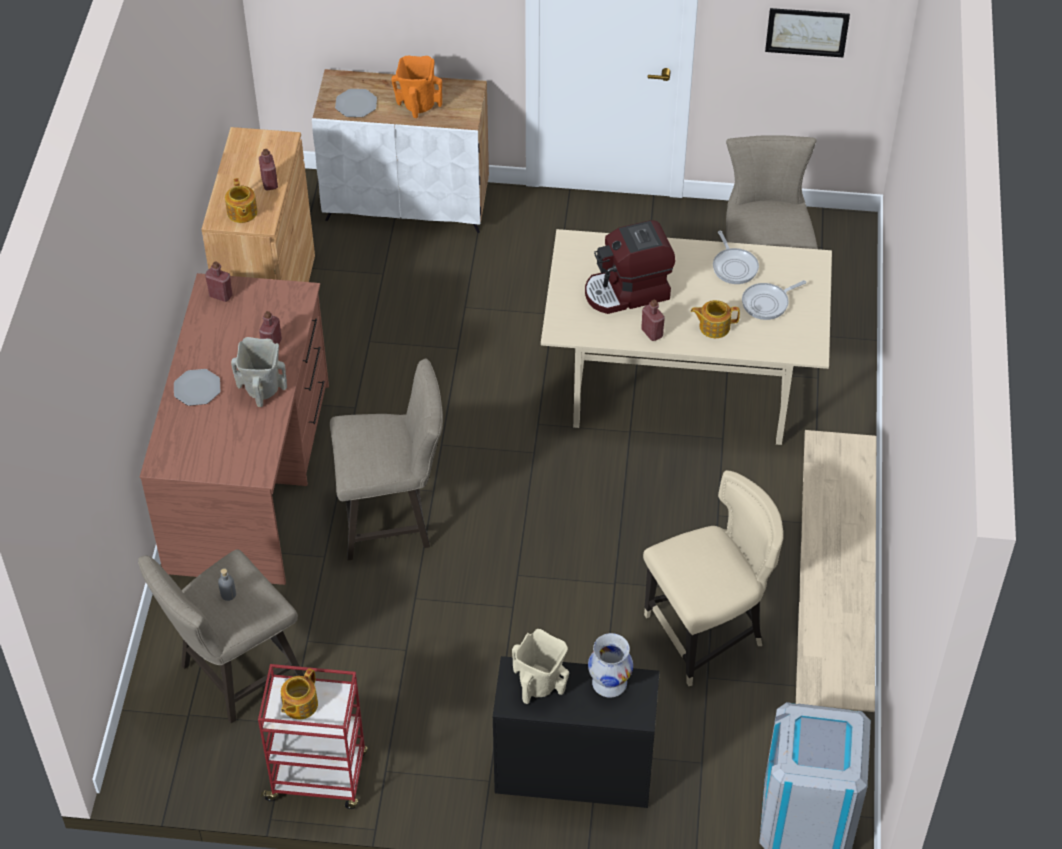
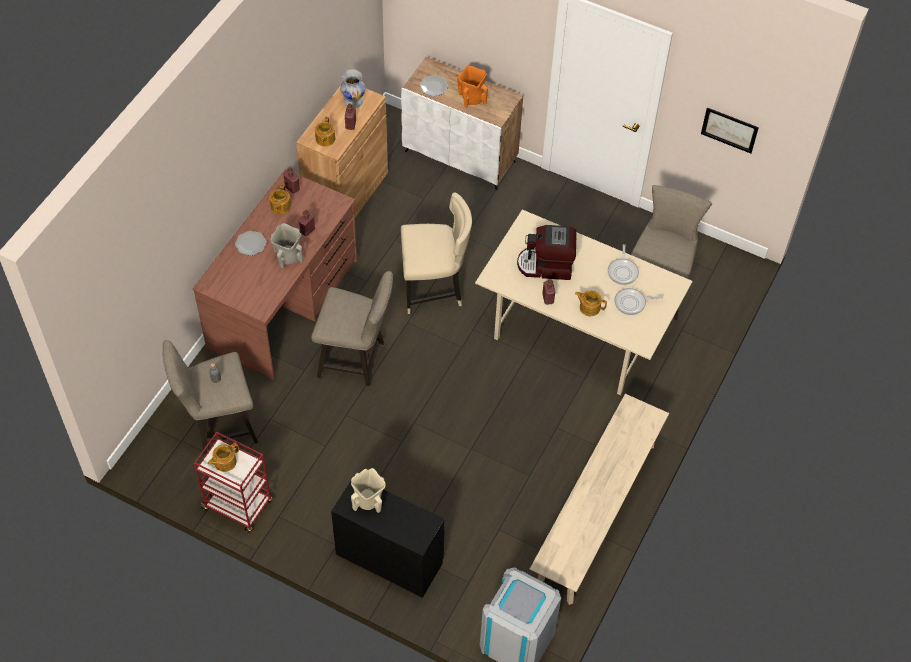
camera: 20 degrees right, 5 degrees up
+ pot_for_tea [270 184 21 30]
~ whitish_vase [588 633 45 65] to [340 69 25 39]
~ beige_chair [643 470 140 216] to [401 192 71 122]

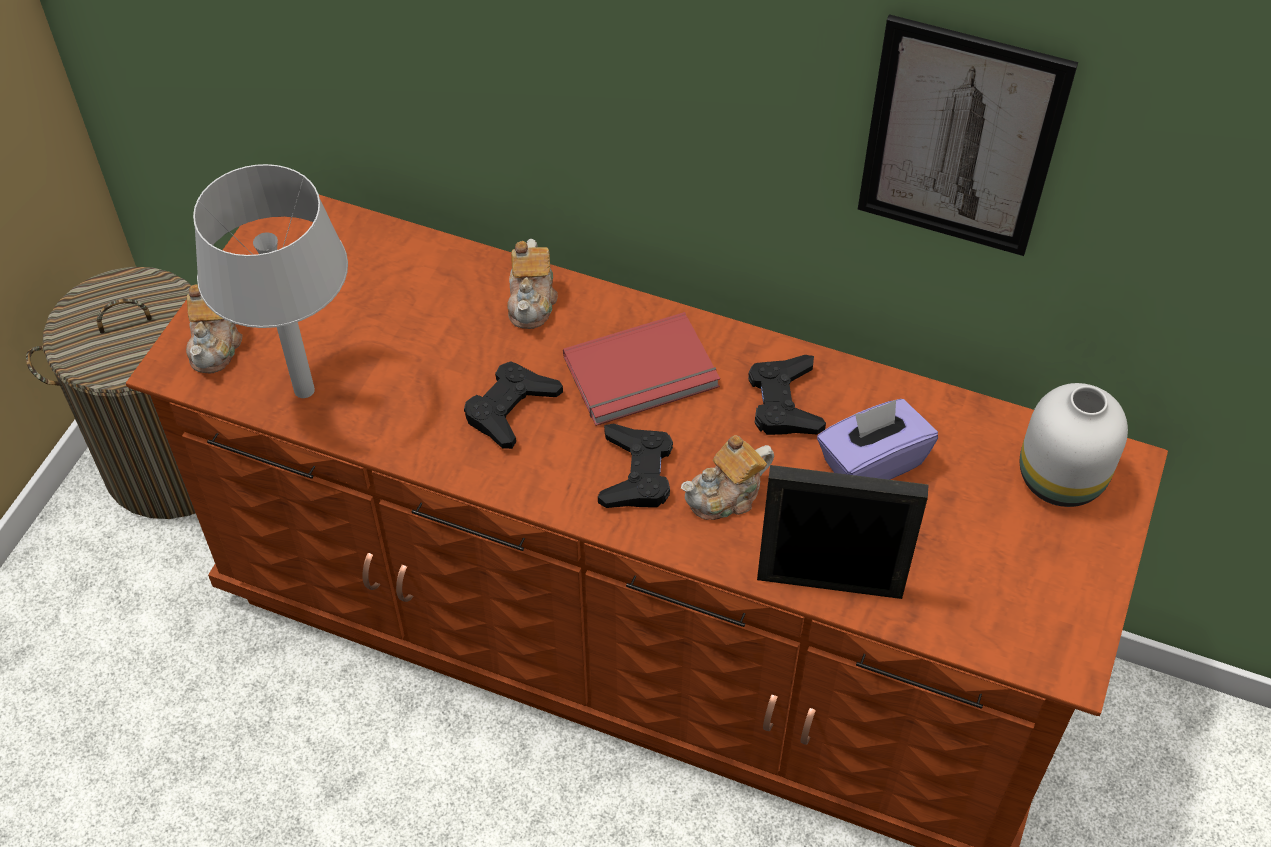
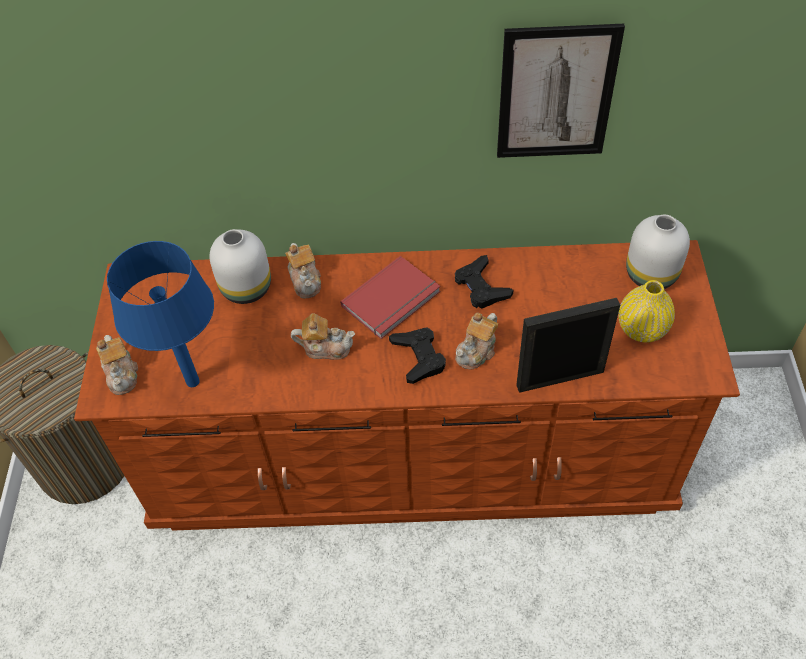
camera: 20 degrees left, 0 degrees up
- purple_tissue_box [817 399 121 81]
+ whitish_vase [210 229 61 75]
+ yellow-coloured_vase [618 280 57 63]
~ black_gamepad [464 361 99 88] to pot_for_tea [291 313 64 47]
~ greyish_table_lamp [193 164 155 234] to blue_table_lamp [107 241 107 146]

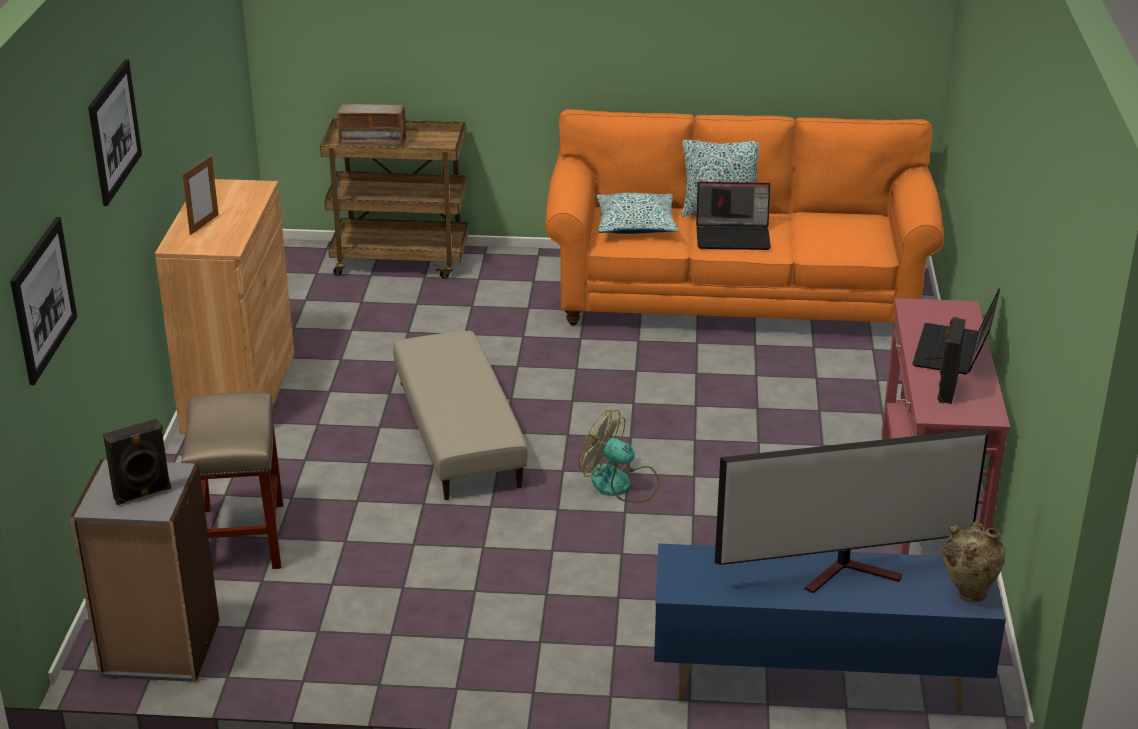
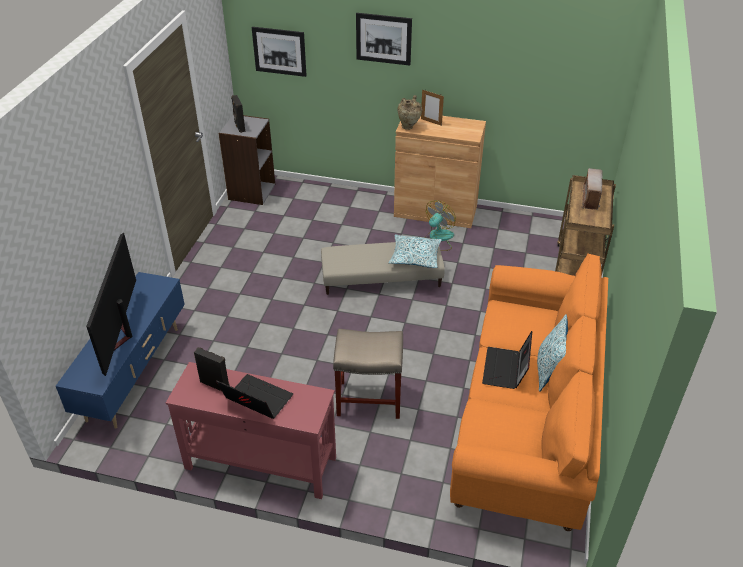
camera: 100 degrees right, 10 degrees up
~ beige_stool [181 392 102 177] to [333 329 70 90]
~ cooling_fan [578 410 82 93] to [425 200 31 51]
~ pillow [596 193 82 41] to [389 235 53 33]
~ beige_vase [942 521 63 81] to [398 95 24 35]

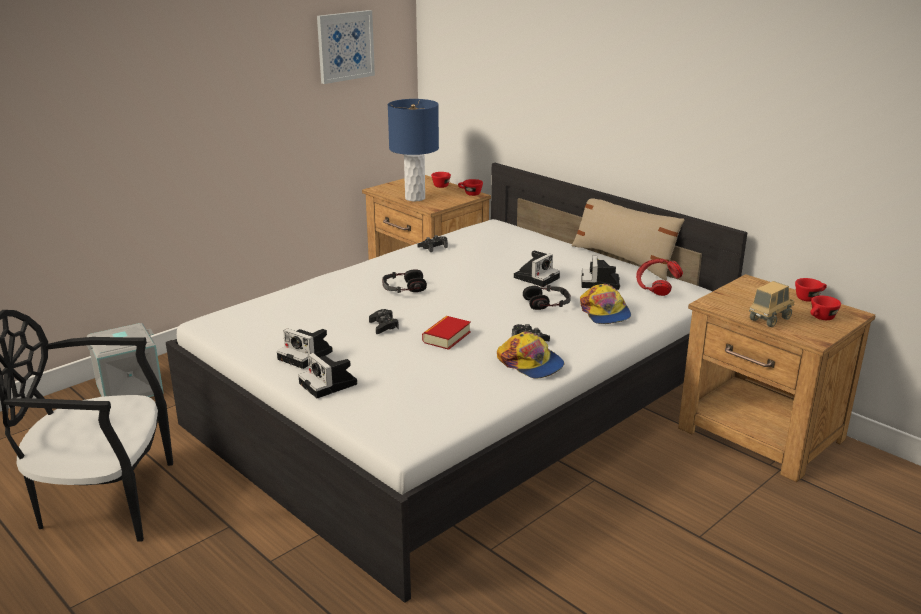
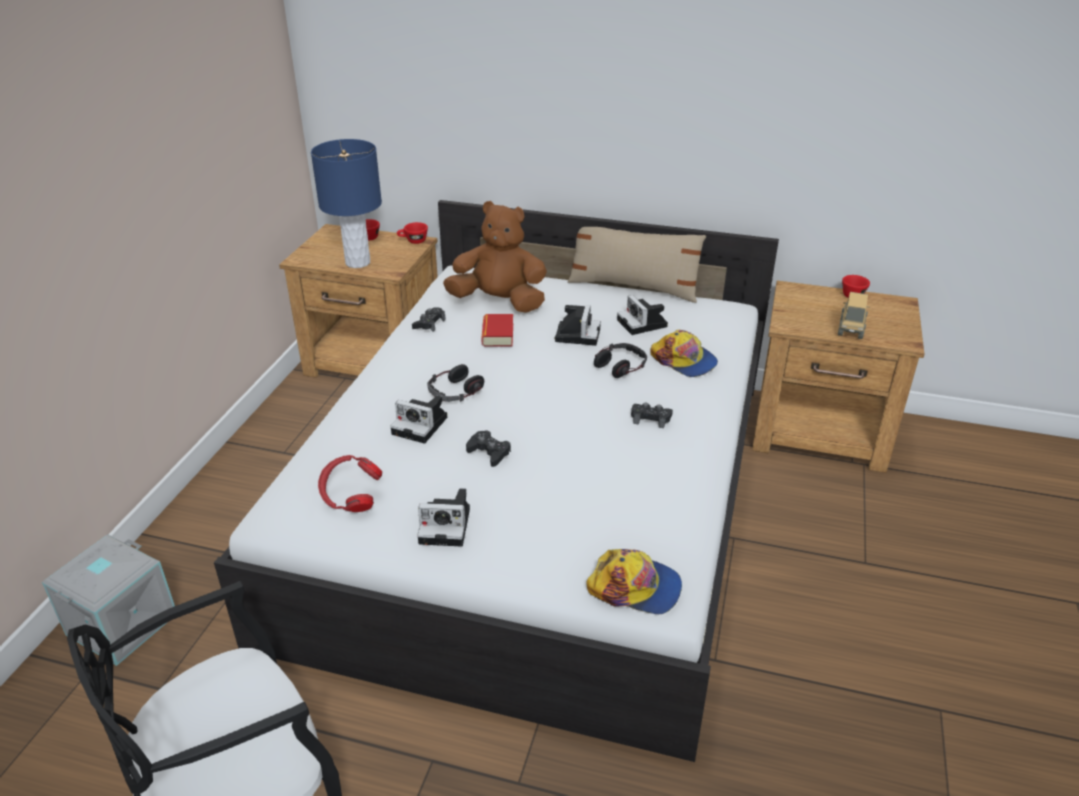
camera: 30 degrees left, 10 degrees up
- wall_art [317 10 58 74]
- red-coloured_cup [810 296 31 24]
+ brown_plush_toy [443 201 104 112]
~ still_camera [298 353 59 45] to [390 396 57 48]
~ book [422 316 49 34] to [481 314 32 32]
~ cap [497 331 68 48] to [586 549 96 65]
~ red-coloured_headphones [636 259 47 37] to [318 455 64 57]

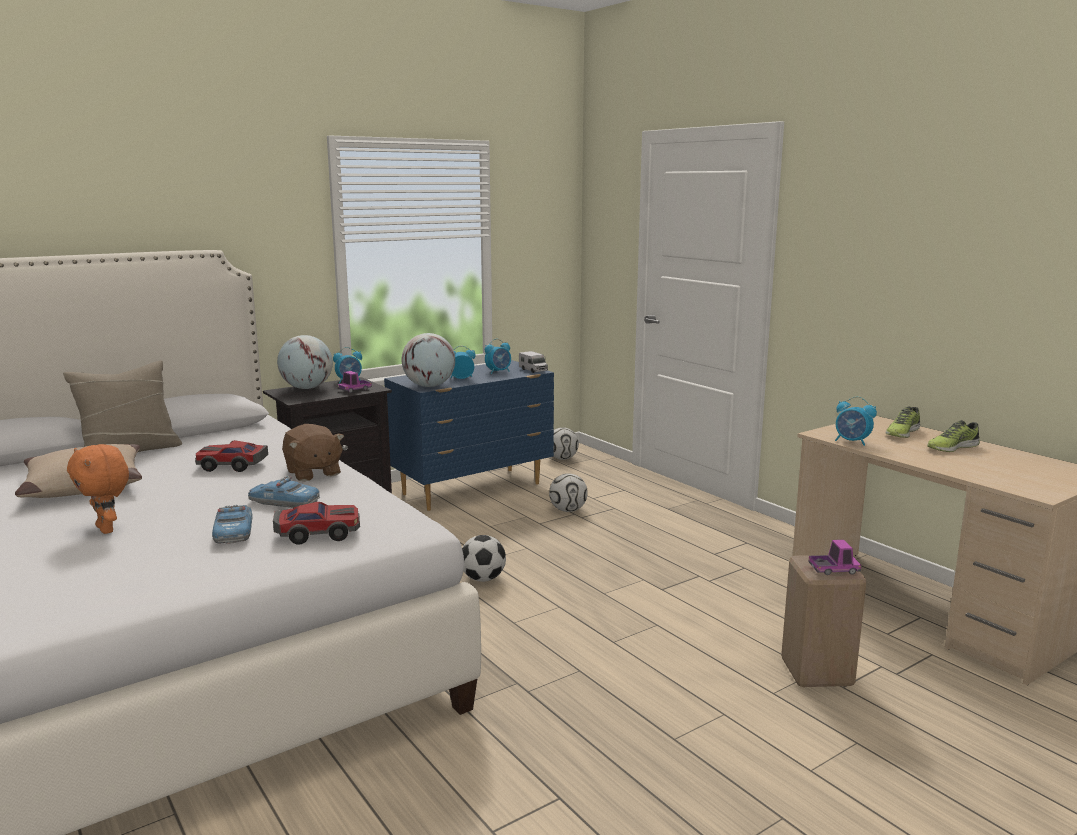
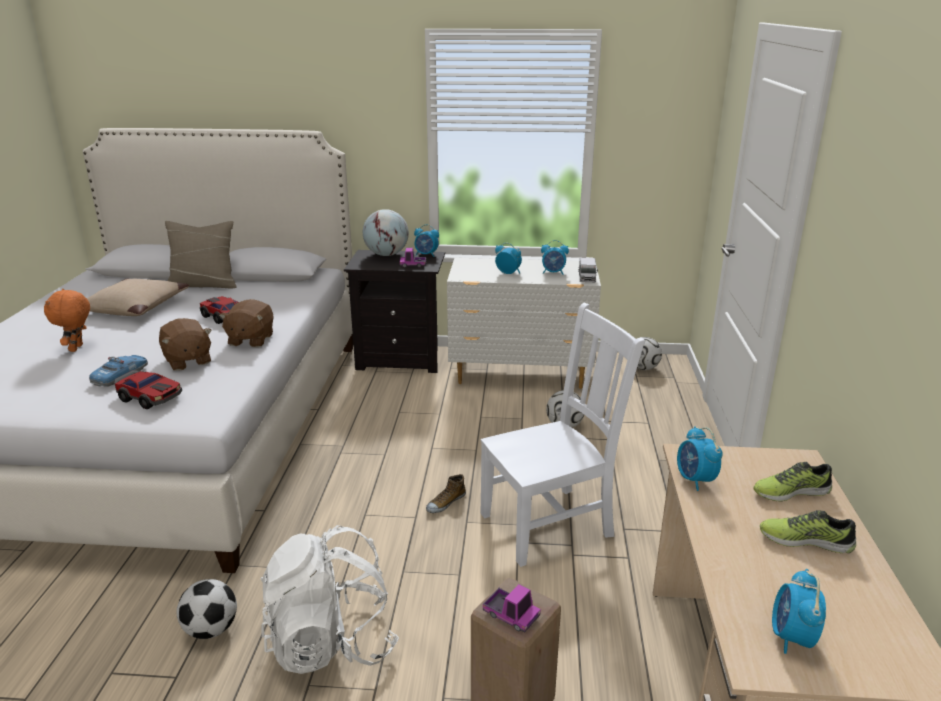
camera: 40 degrees right, 10 degrees up
- desk_globe [402 333 53 54]
+ whitish_rucksack [260 525 139 149]
+ shoe [426 474 40 39]
+ whitish_chair [480 303 165 264]
+ table_clock [772 569 54 85]
~ ball_for_football [462 535 44 47] to [177 579 60 60]
~ model_car [248 476 72 32] to brown_plush_toy [159 318 53 53]
~ blue_chest_of_drawers [384 360 170 151] to whitish_chest_of_drawers [447 258 154 131]

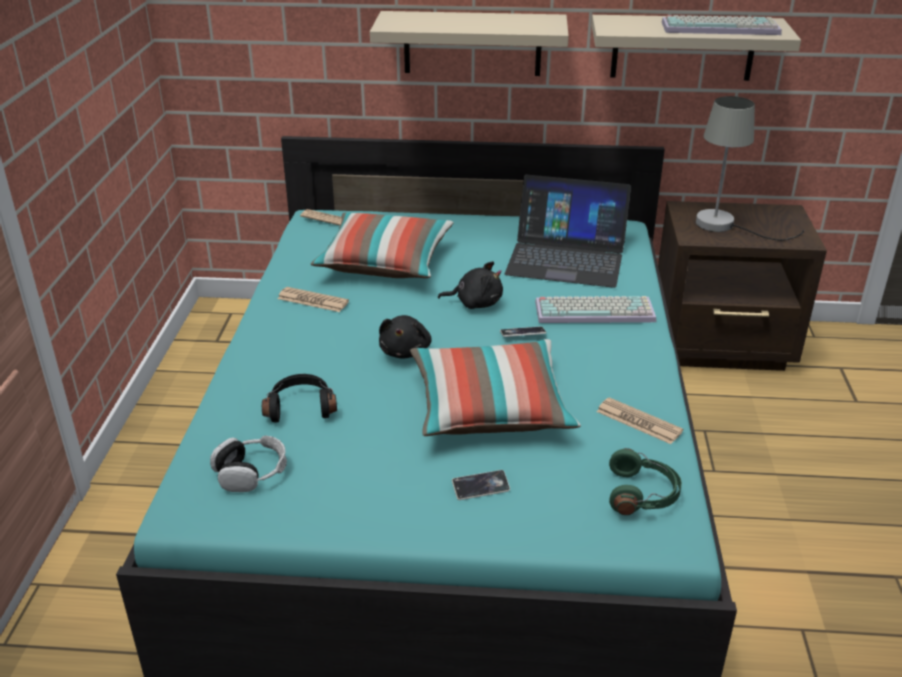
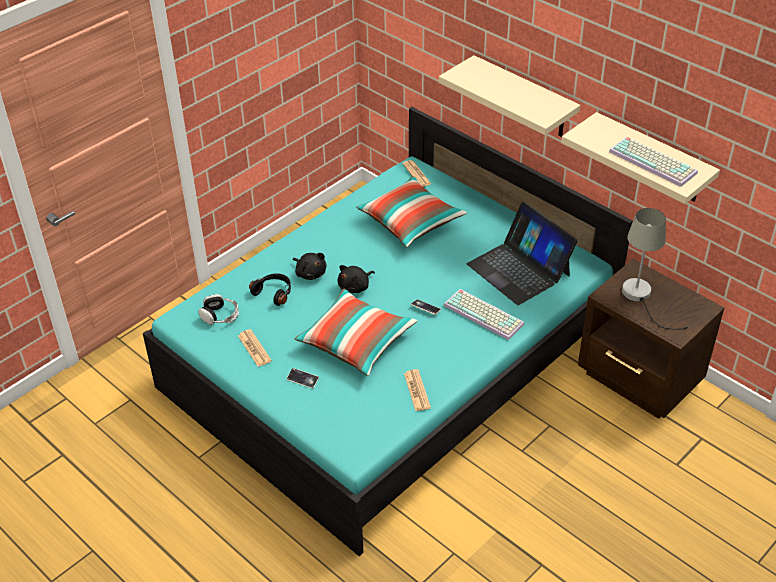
camera: 40 degrees right, 10 degrees up
- greenish_headphones [609 448 73 67]
~ newspaper [278 287 71 25] to [238 329 34 38]
~ black_plush_toy [438 261 65 48] to [293 253 33 27]

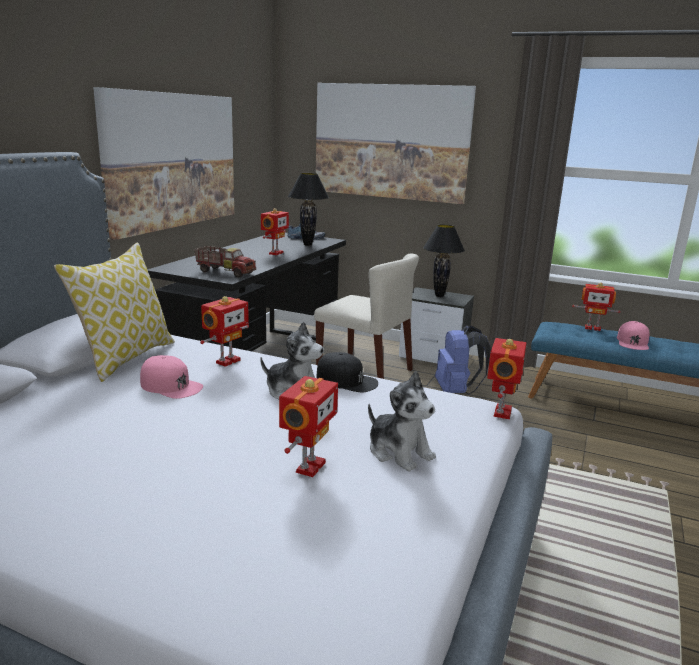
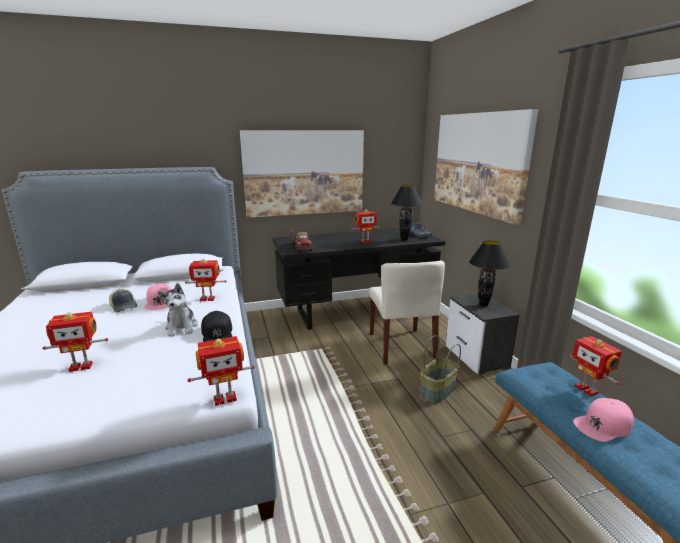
camera: 50 degrees right, 0 degrees up
- pillow [54 243 121 139]
- plush_toy [368 371 68 101]
+ cap [109 289 28 24]
~ blue_rucksack [435 326 56 69] to storage_basket [420 335 41 69]

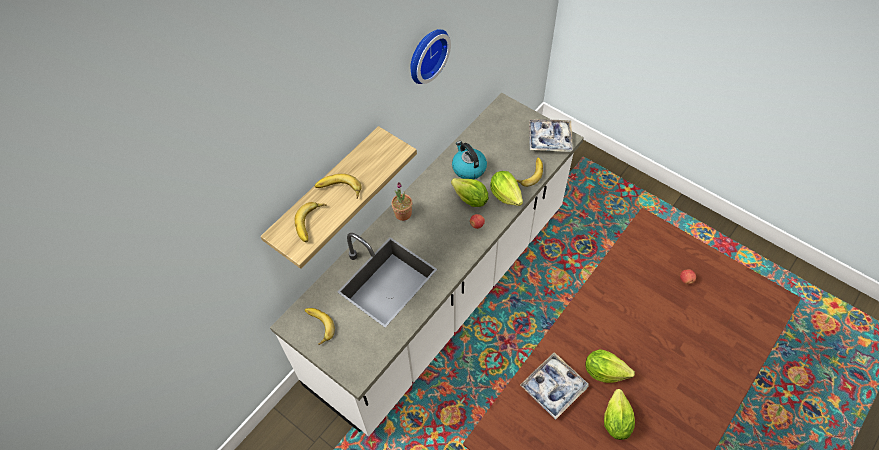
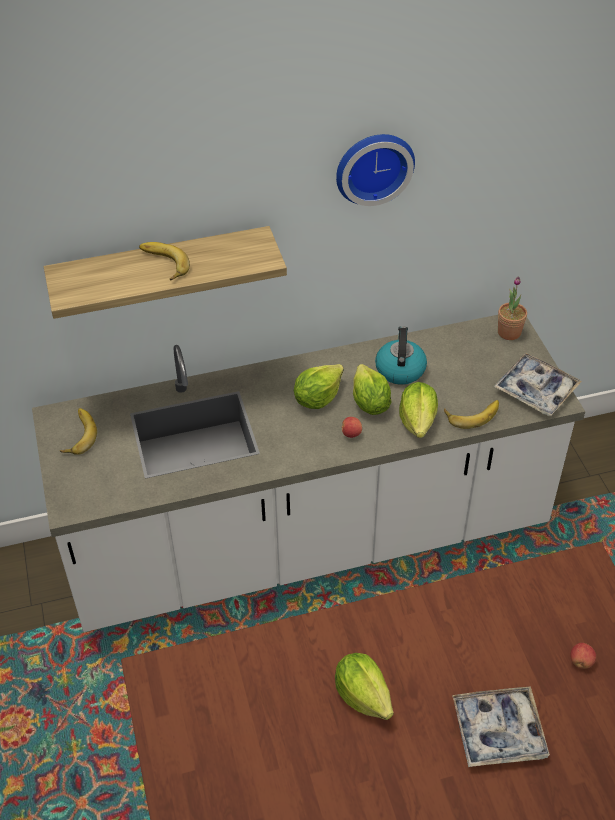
camera: 35 degrees right, 10 degrees down
- banana_fruit [295 202 32 40]
~ potted_plant [391 182 21 39] to [498 276 29 64]
~ carrying_tray [520 352 69 68] to [452 686 98 81]
~ head_of_lettuce [604 389 31 51] to [294 364 50 45]

